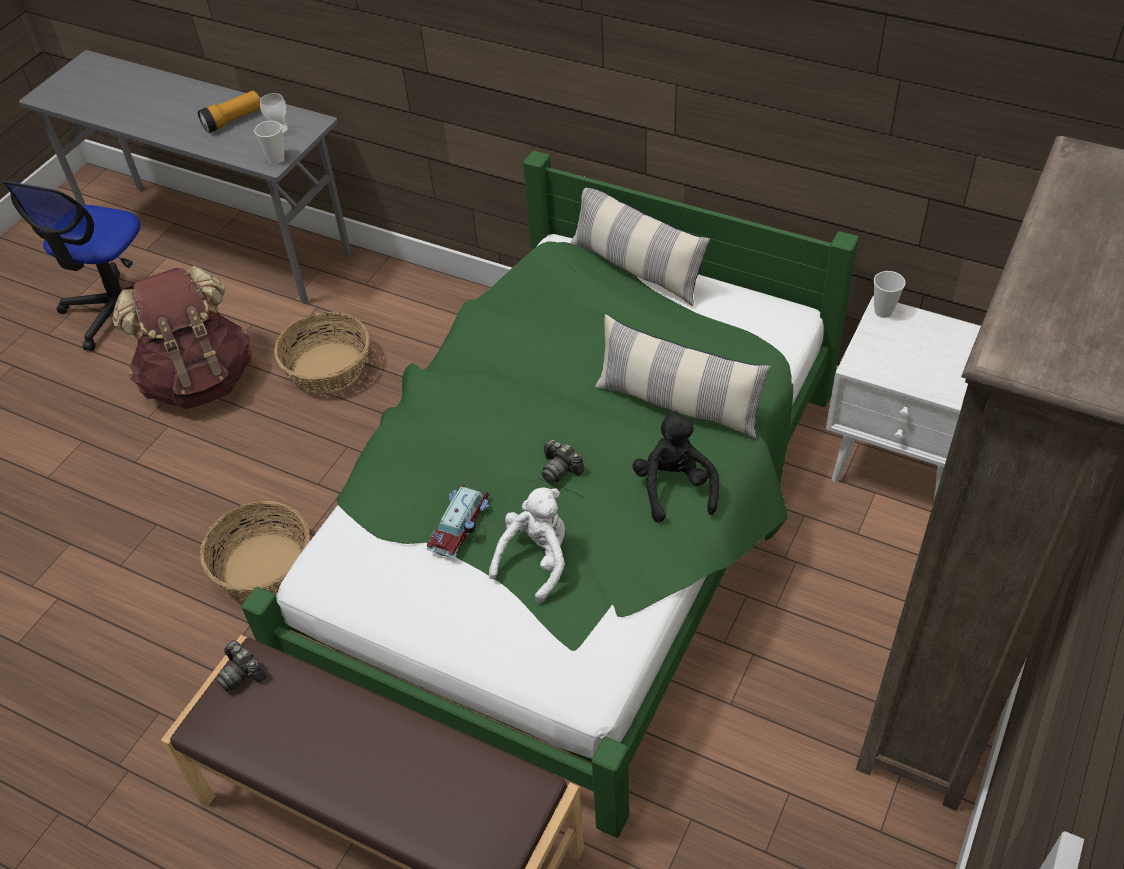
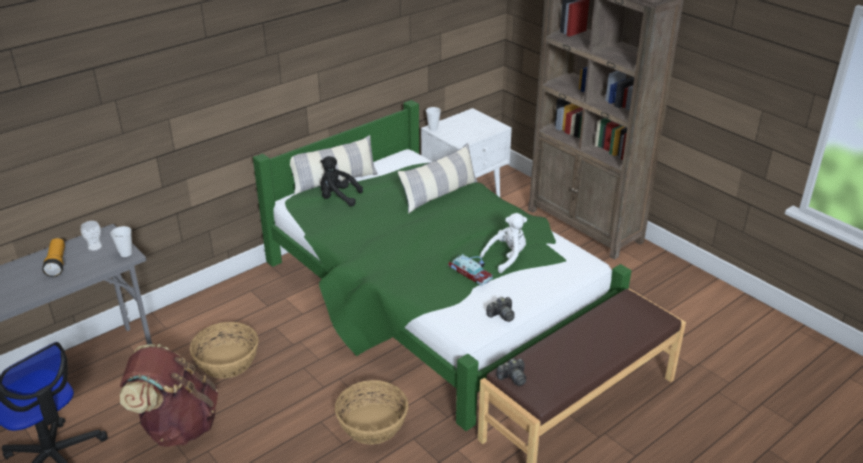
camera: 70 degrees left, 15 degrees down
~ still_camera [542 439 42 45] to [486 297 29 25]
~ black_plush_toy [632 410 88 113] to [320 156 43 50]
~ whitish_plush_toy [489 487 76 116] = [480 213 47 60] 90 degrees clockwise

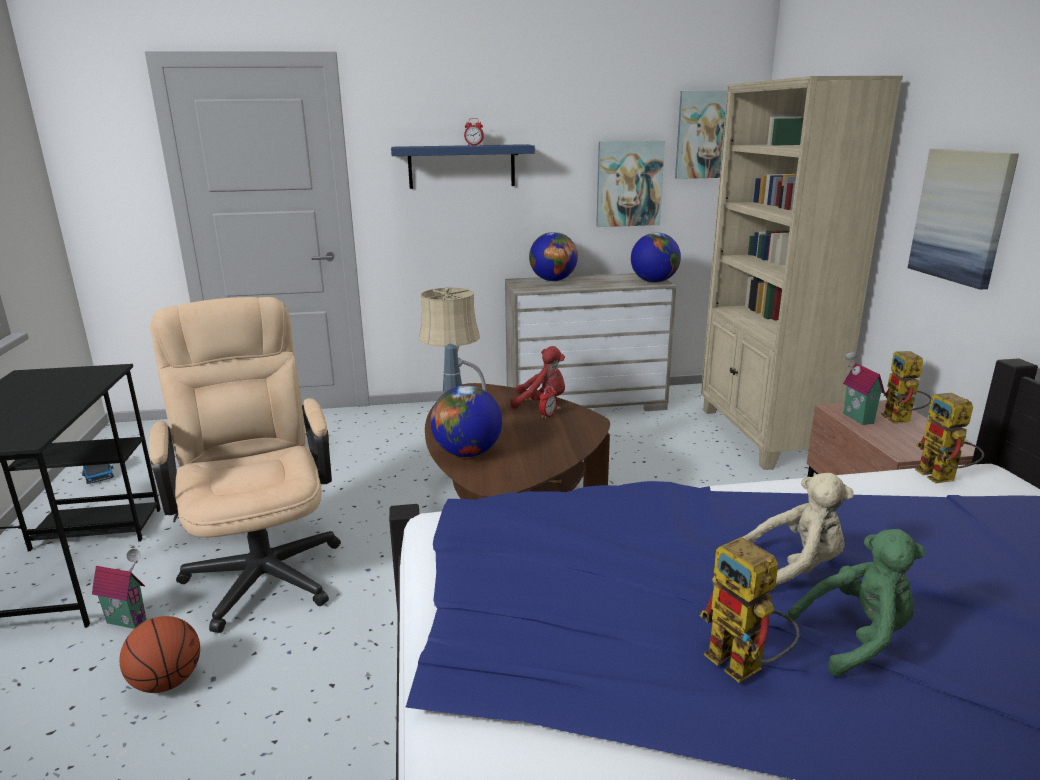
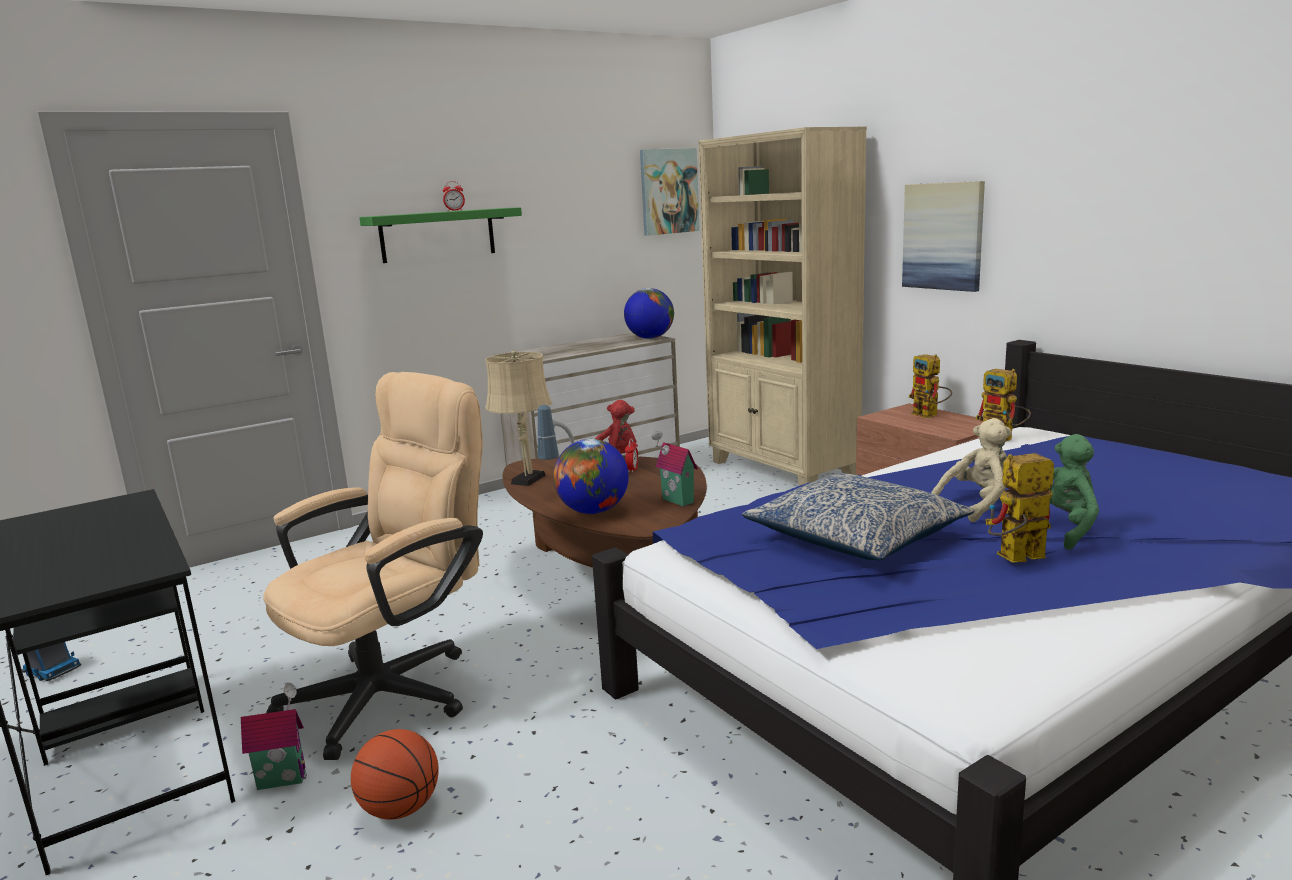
camera: 25 degrees left, 5 degrees down
- desk_globe [529 232 49 49]
- wall_art [596 141 69 86]
+ pillow [742 473 232 87]
~ model_house [843 352 42 73] to [652 431 46 76]
~ blue_shelf [391 144 144 45] to greenish_shelf [359 207 163 56]
~ beige_office_chair [149 297 192 336] = [263 372 220 388] 90 degrees clockwise
~ model_robot [700 537 100 146] = [985 453 69 110] 135 degrees clockwise

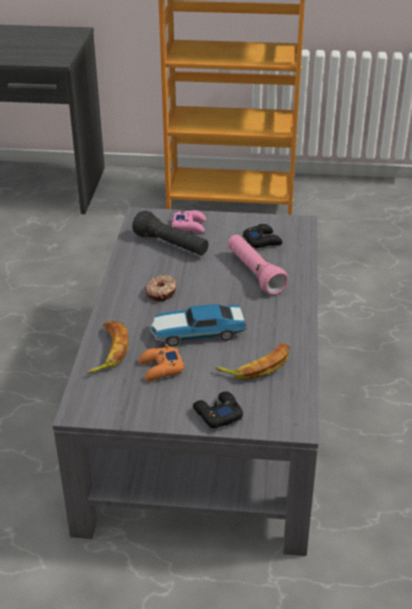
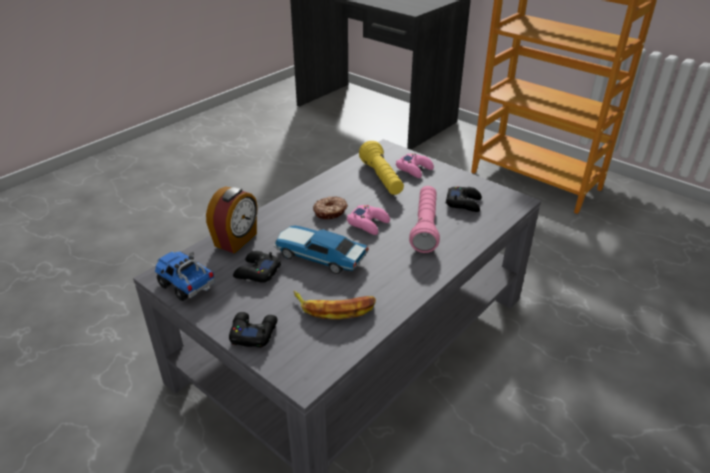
camera: 35 degrees right, 0 degrees up
+ toy_truck [155 252 60 49]
+ pink_gamepad [347 205 43 30]
~ banana_fruit [87 321 42 53] to table_clock [206 186 51 68]
~ black_flashlight [132 211 77 44] to yellow-coloured_flashlight [359 141 45 54]
~ orange-coloured_gamepad [139 344 46 37] to black_gamepad [233 251 48 32]

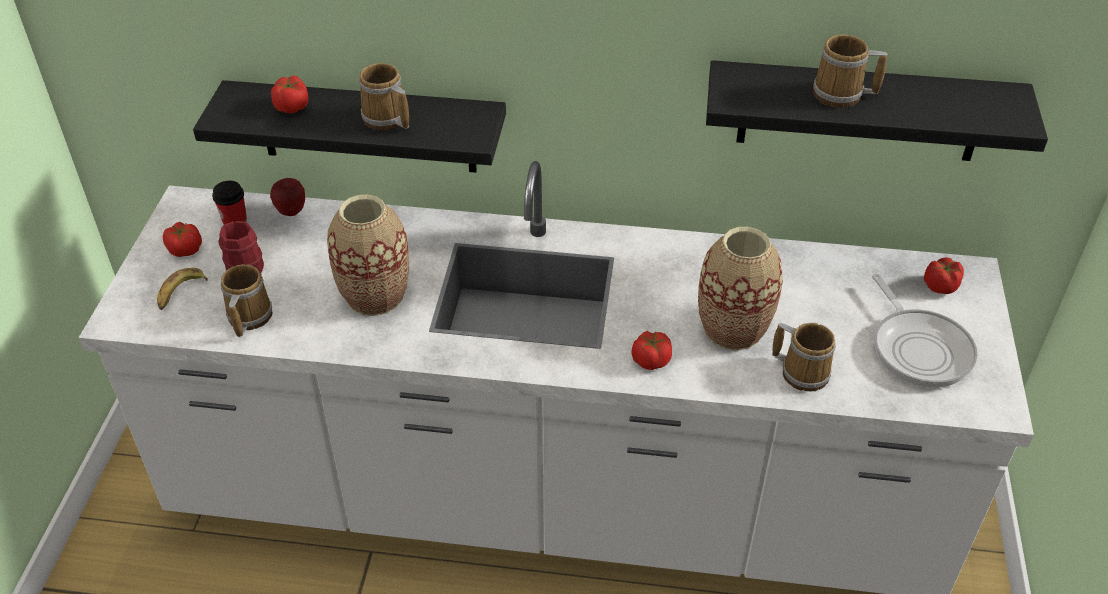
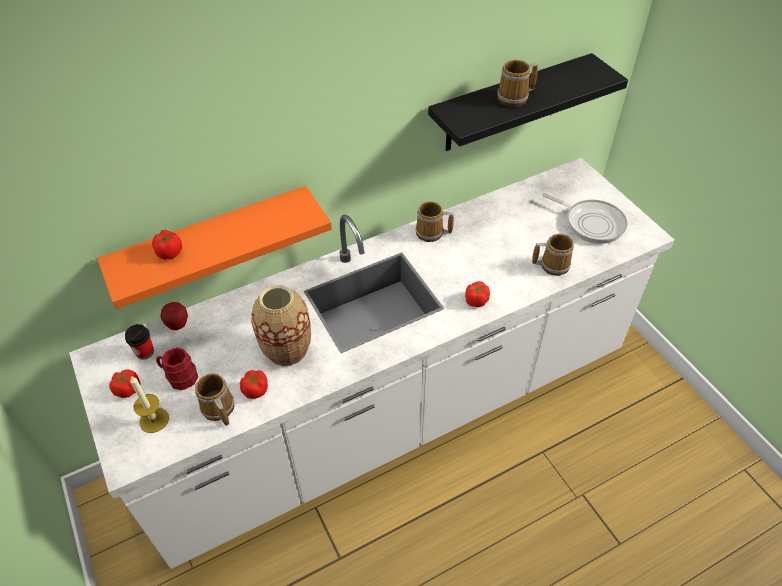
camera: 35 degrees left, 5 degrees up
- vase [698 227 85 124]
~ coffee_mug [359 63 50 67] to [416 201 38 41]
~ tomato [924 257 40 37] to [240 370 28 29]
~ banana_fruit [157 268 51 42] to wax_light [130 376 39 57]
~ black_shelf [193 80 313 93] to orange-coloured_shelf [97 186 235 123]

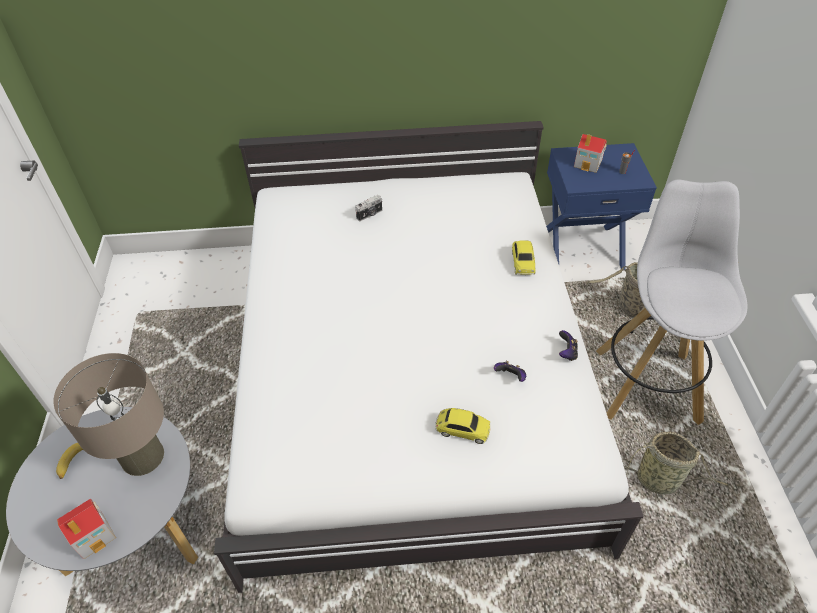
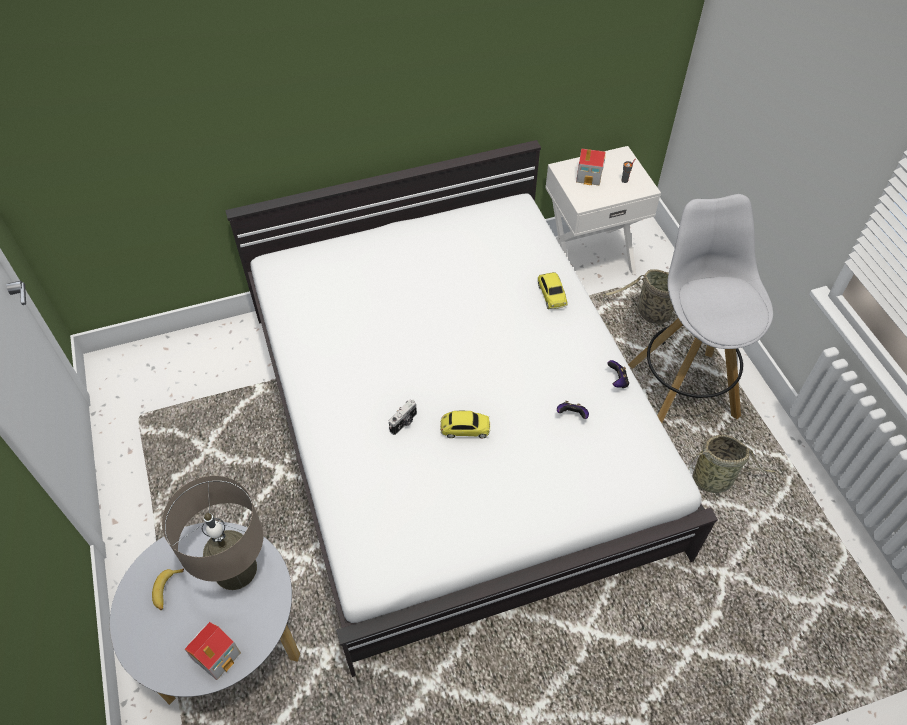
camera: 15 degrees left, 5 degrees up
~ still_camera [355 195 27 26] to [389 399 28 36]
~ model_car [435 408 56 36] to [440 411 50 28]
~ blue_nightstand [546 143 111 127] to whitish_nightstand [545 146 116 129]

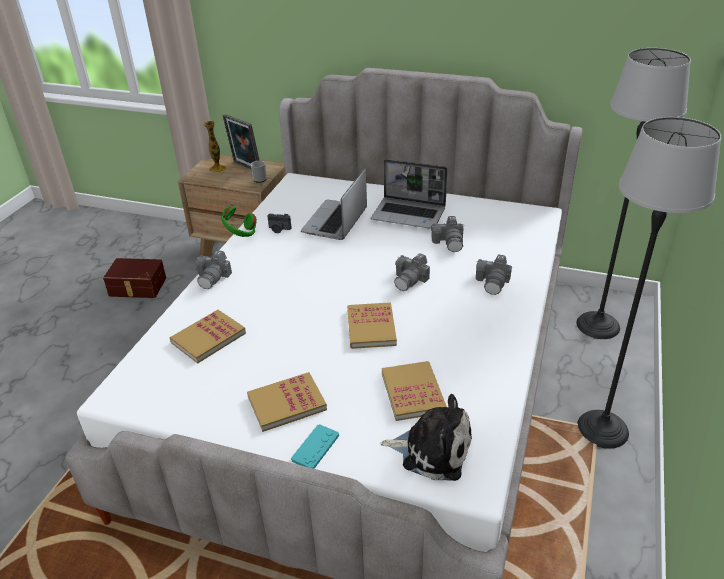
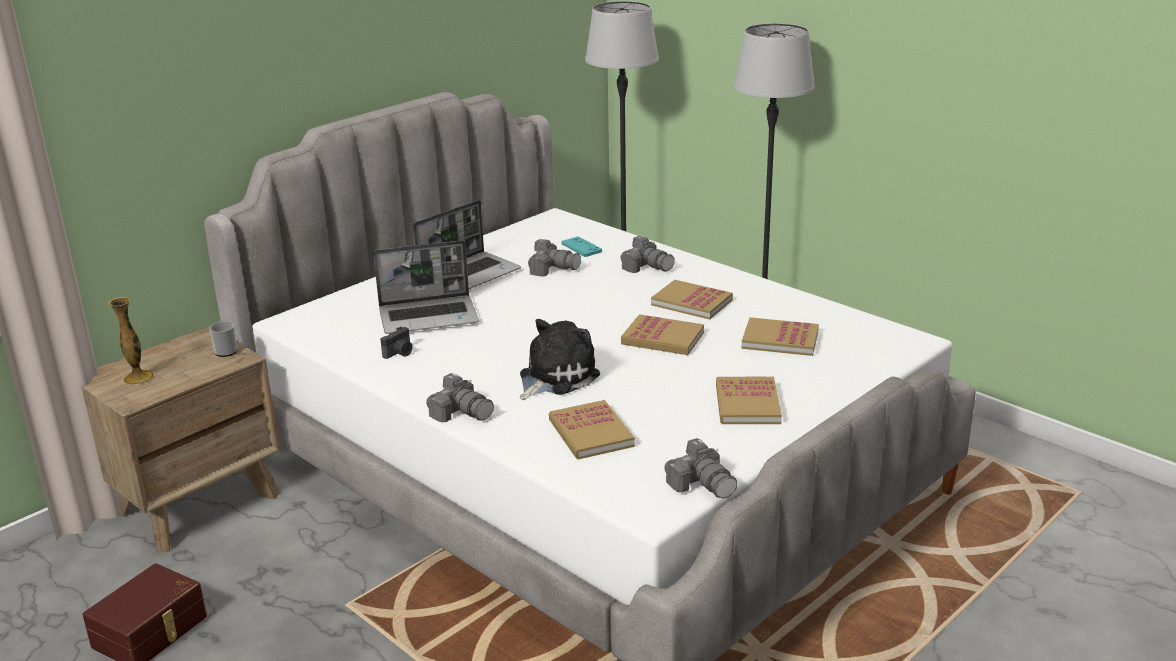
camera: 65 degrees left, 10 degrees down
- greenish_headphones [221 205 36 32]
- standing_frame [223 114 37 55]
+ book [651 280 82 40]
~ turquoise_gamepad [291 424 48 45] to [561 236 41 21]
~ plush_toy [380 394 92 87] to [520 319 80 81]
~ still_camera [394 253 36 38] to [664 438 73 60]
~ notebook_computer [301 168 66 72] = [373 240 106 94] 60 degrees counterclockwise

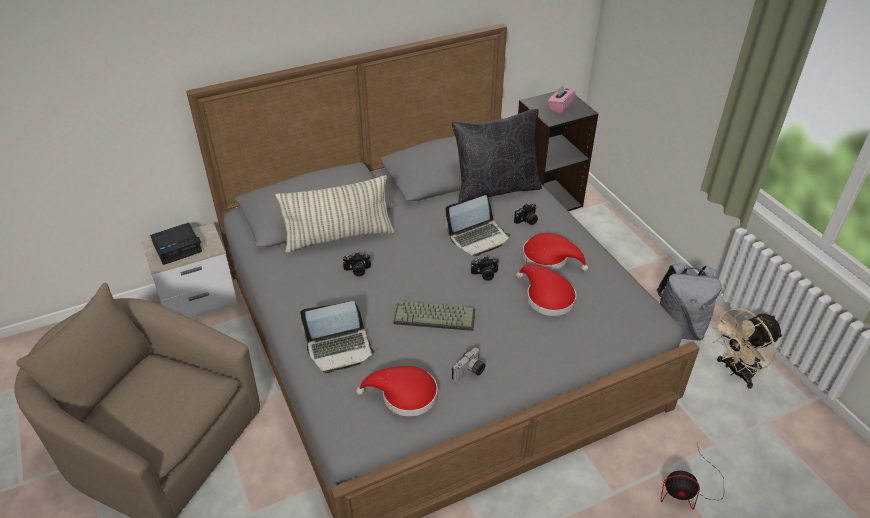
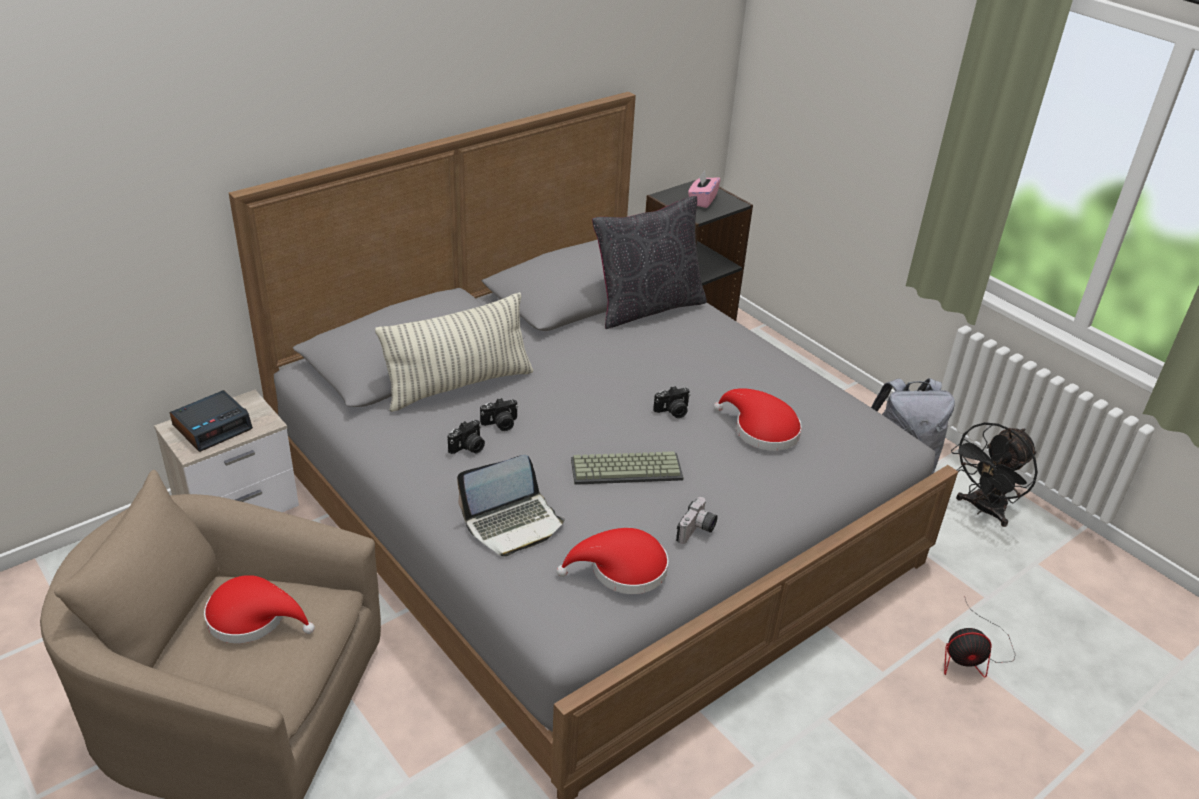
camera: 15 degrees left, 5 degrees down
- notebook_computer [445 195 65 61]
~ still_camera [514 203 24 22] to [448 420 37 34]
~ red-coloured_hat [522 233 67 38] to [204 575 111 68]
~ beige_cooling_fan [712 308 71 81] to black_cooling_fan [951 422 87 105]

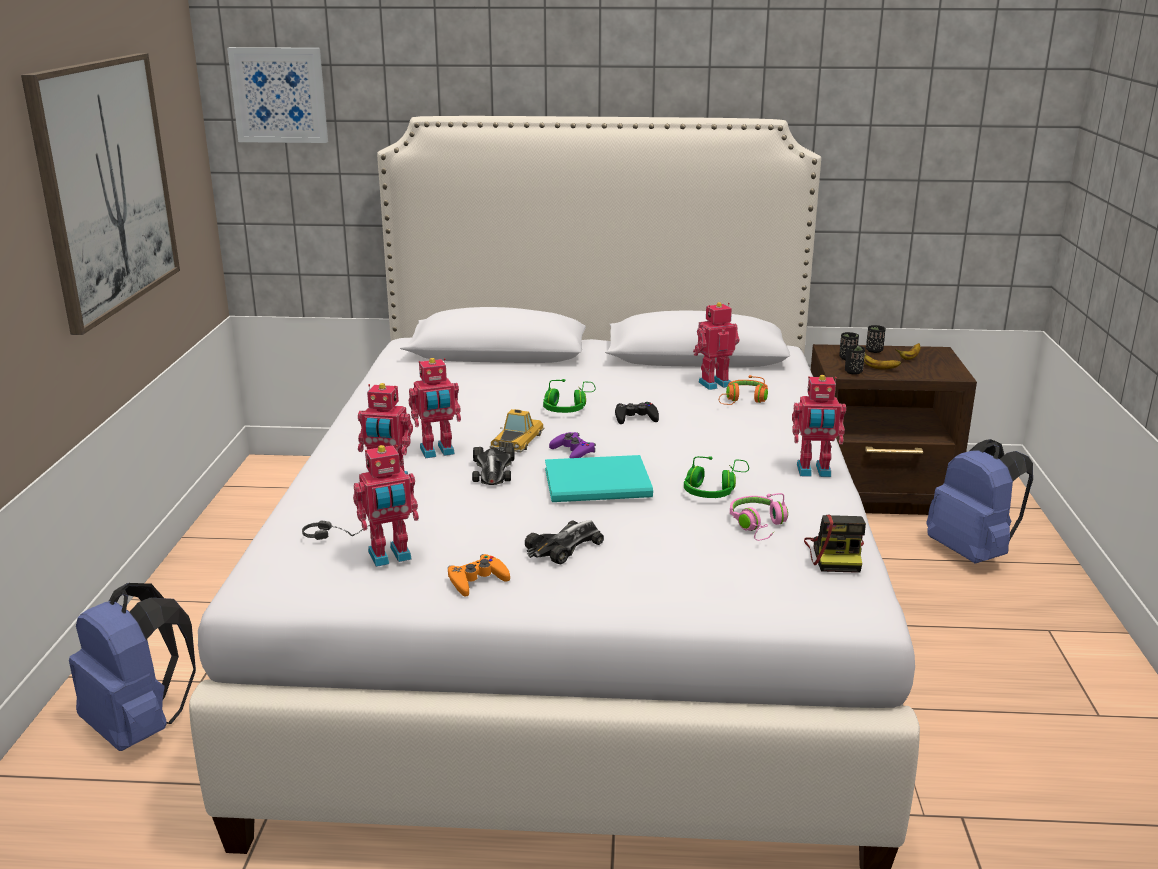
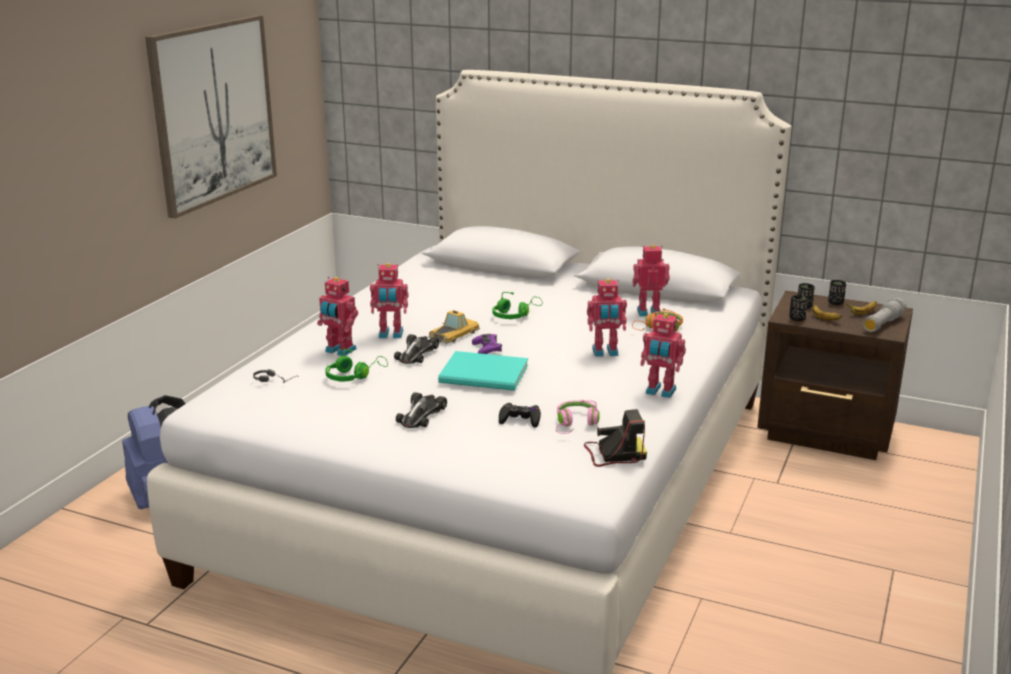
camera: 20 degrees right, 0 degrees up
- wall_art [227 47 101 96]
- orange-coloured_gamepad [448 554 62 43]
- blue_rucksack [926 439 107 125]
+ greyish_flashlight [863 298 43 34]
~ model_robot [353 445 66 122] to [587 279 40 78]
~ black_gamepad [615 402 44 22] to [499 403 42 24]
~ greenish_headphones [684 456 65 42] to [325 349 63 32]
~ model_car [525 520 79 44] = [396 392 51 36] 135 degrees clockwise
~ still_camera [804 514 62 59] = [584 409 63 58] 120 degrees counterclockwise

